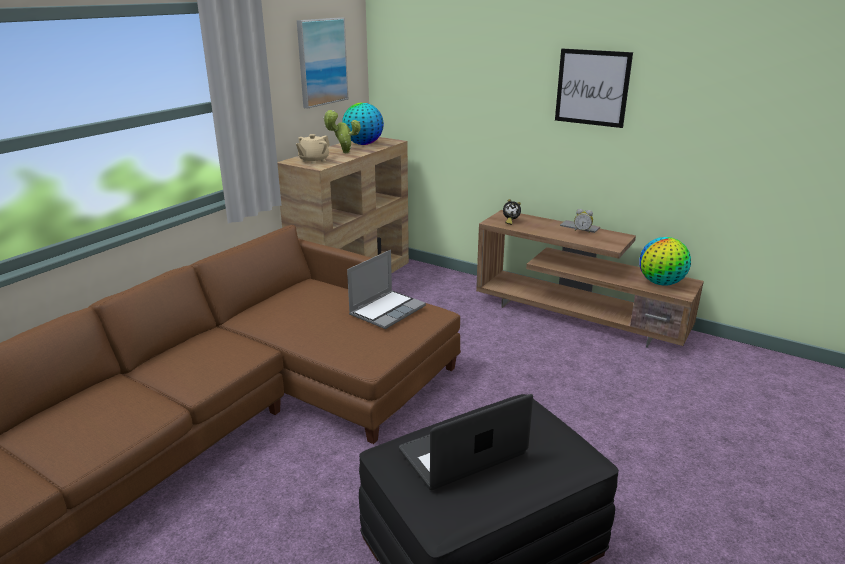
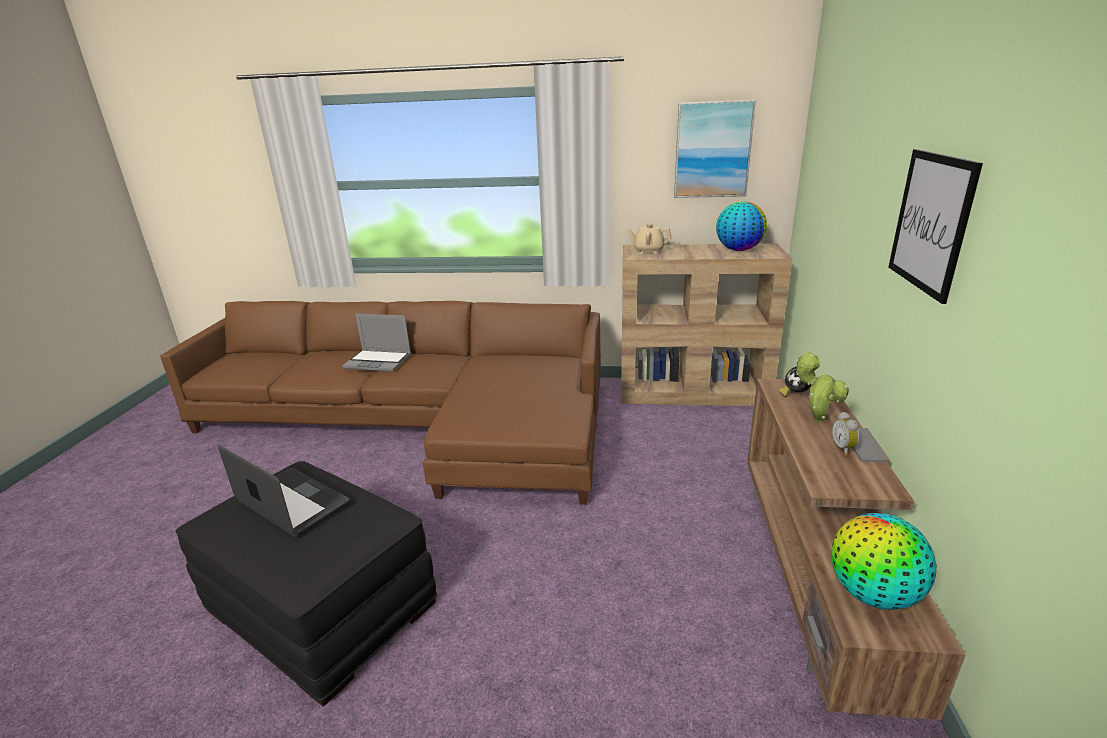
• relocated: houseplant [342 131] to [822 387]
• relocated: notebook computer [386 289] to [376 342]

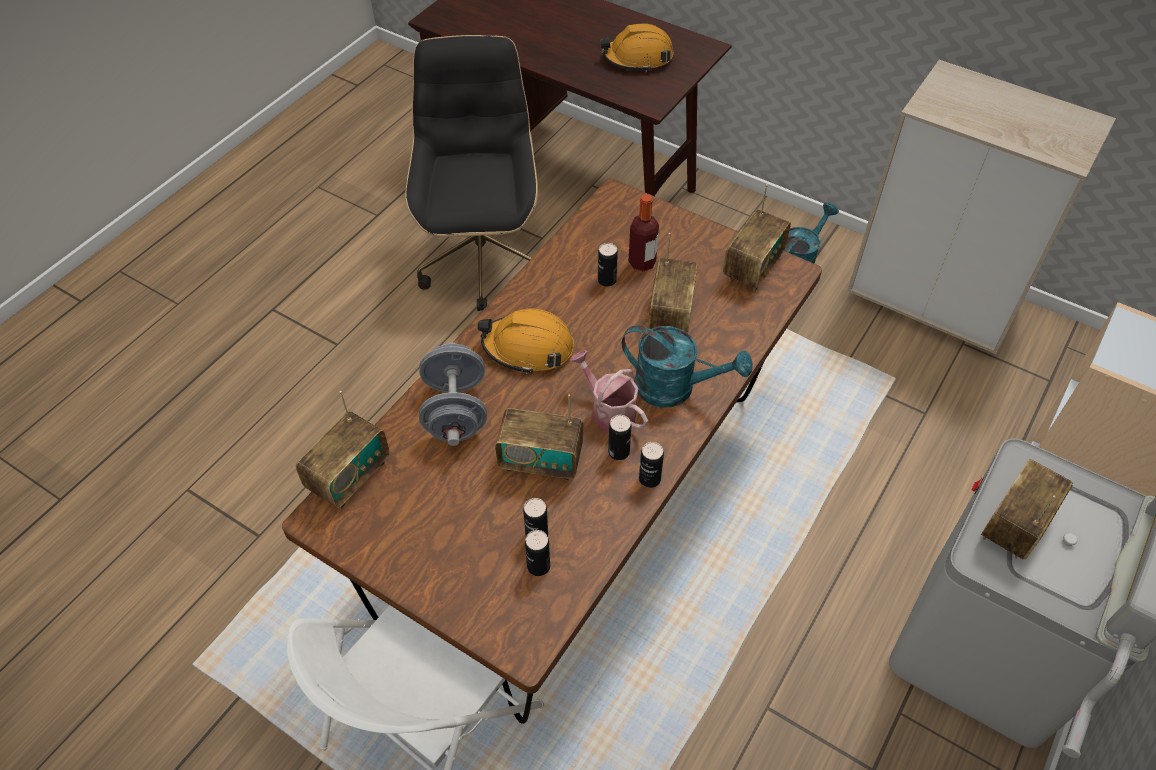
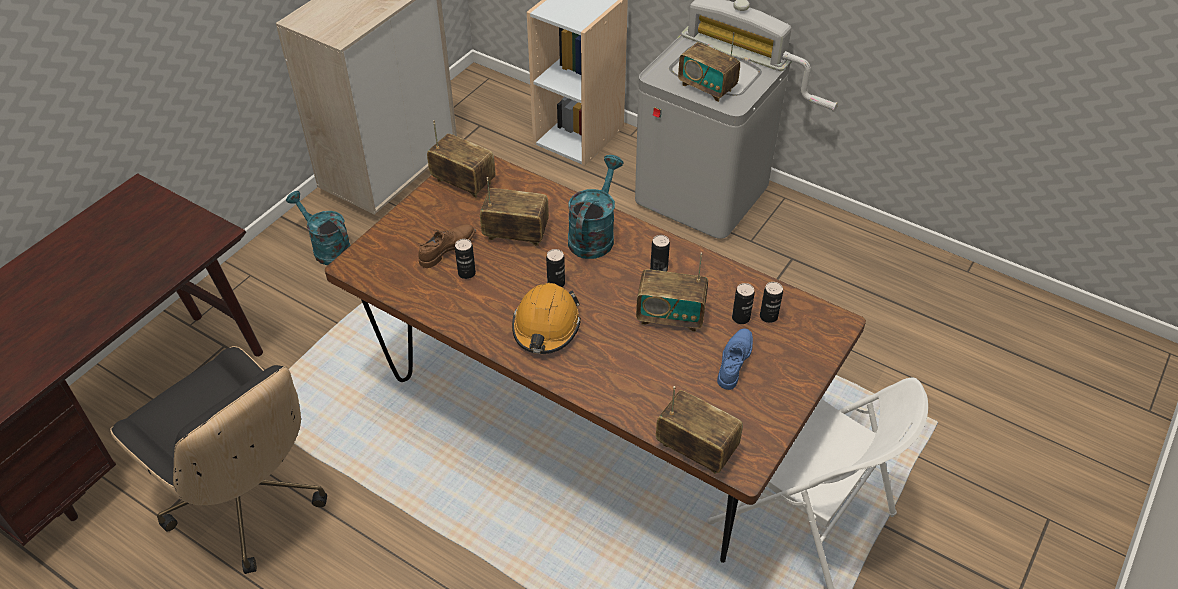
• missing: free weight (grey) [453 394]
• missing: watering pot [609 391]
• missing: safety helmet (orange-coloured) [636 47]
• appeared: low shoe (blue-coloured) [735 359]
• relocated: can [651 465] to [555 268]
• exchanged: drink bottle [643 233] to low shoe (brown) [447 246]
• spun: office chair (blackish) [471 173] = [218 460] 135 degrees counterclockwise
• spun: radio receiver [539 437] = [672 292] 90 degrees clockwise

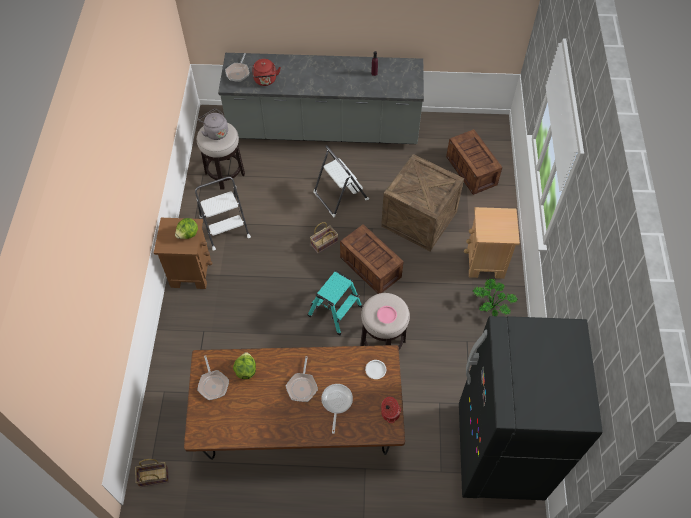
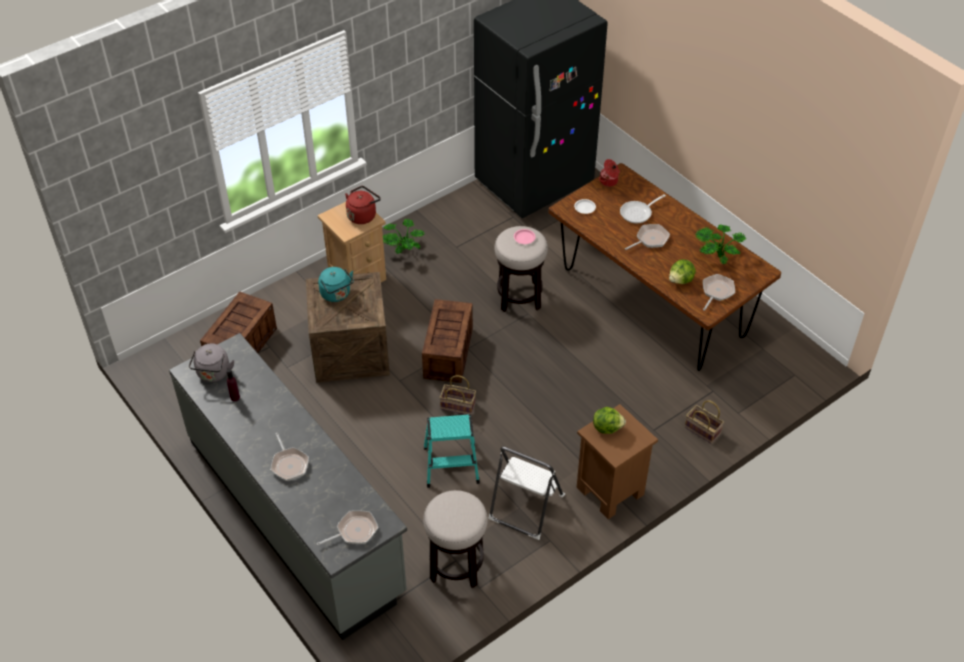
• missing: step stool (white-coloured) [341 181]
• appeared: pan [290 457]
• appeared: water kettle (blue-green) [336 284]
• appeared: houseplant [720 245]
• relocated: storage basket [152 473] to [704 422]
• relocated: water kettle (grey) [213 124] to [212 362]
• relocated: water kettle (red-coloured) [266 72] to [363 205]
• relocated: step stool (blue-green) [335 303] to [452 451]

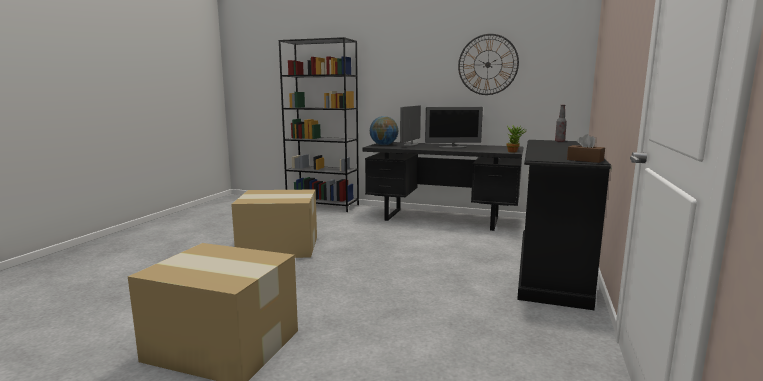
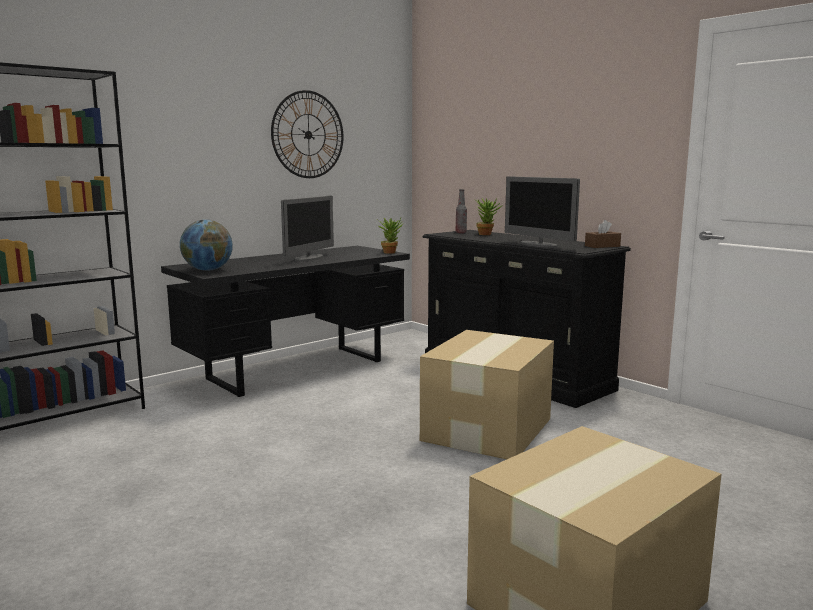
• appeared: houseplant [490 216]
• relocated: packing box [274 224] to [487 394]
• relocated: computer screen [410 126] to [542 212]

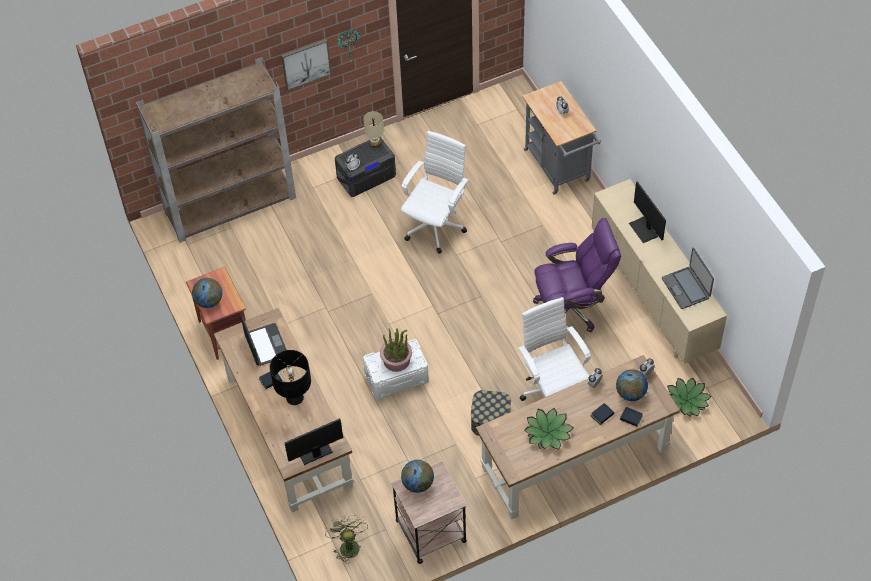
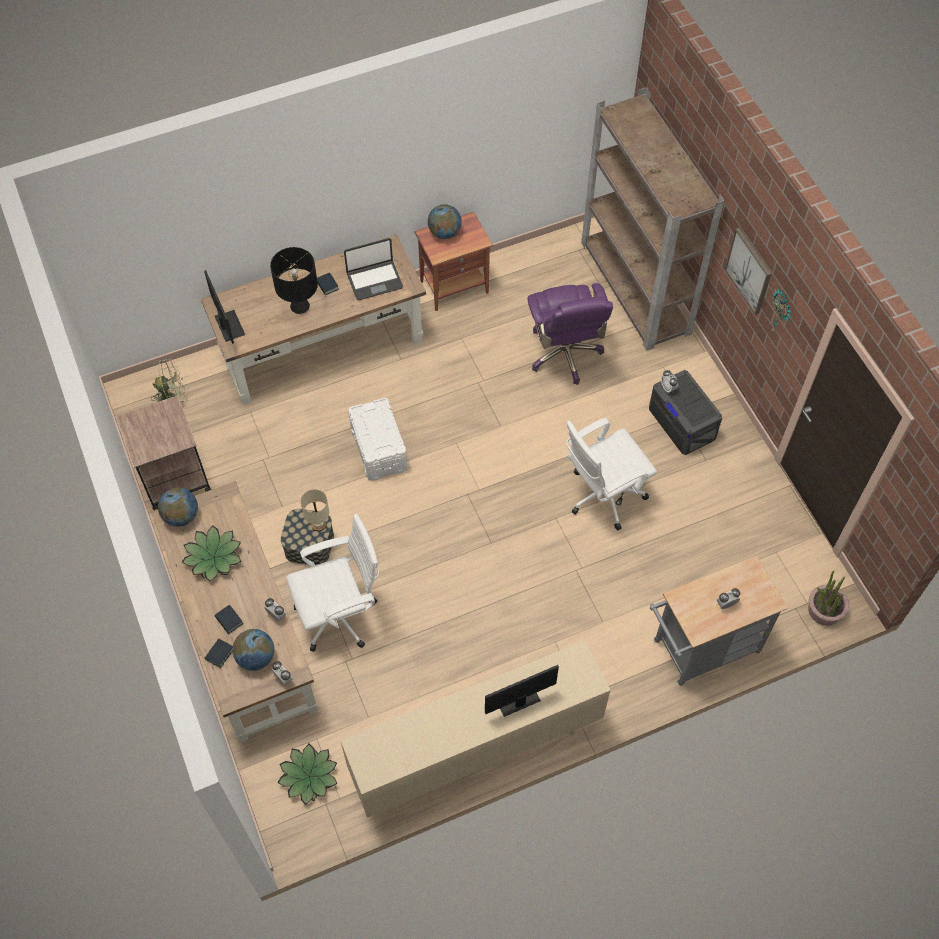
• missing: notebook computer [688 278]
• relocated: table lamp (sand-coloured) [373 129] to [315 510]
• relocated: houseplant [396 350] to [828 598]
• relocated: desk globe [417 476] to [178 507]
• relocated: office chair (purple-coloured) [577 275] to [570 334]
• spun: office chair (white-coloured) [435 192] = [611 474] 120 degrees clockwise

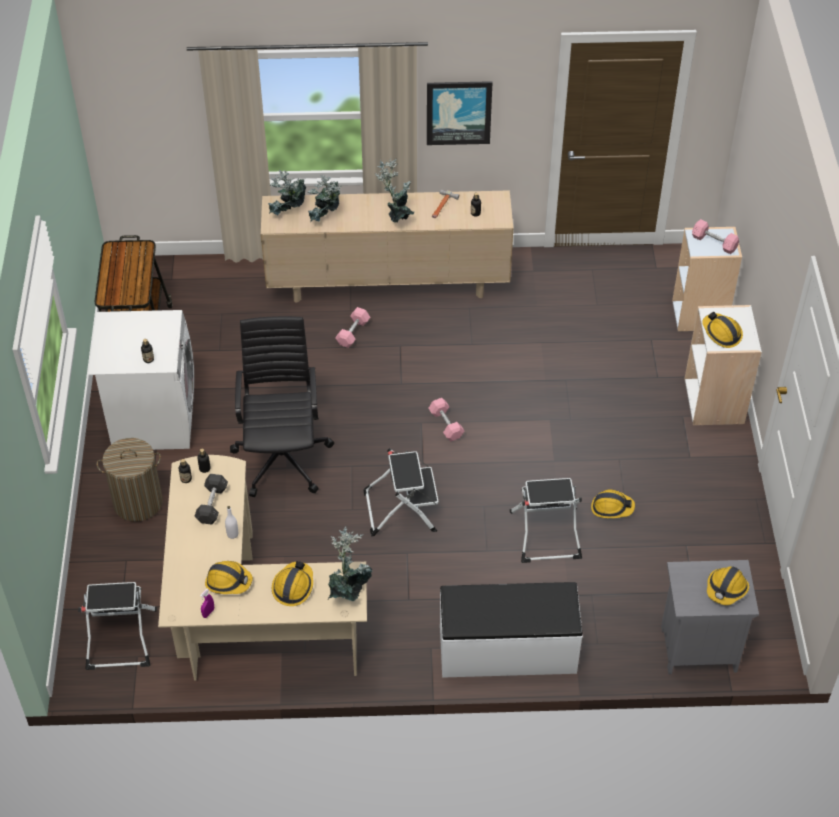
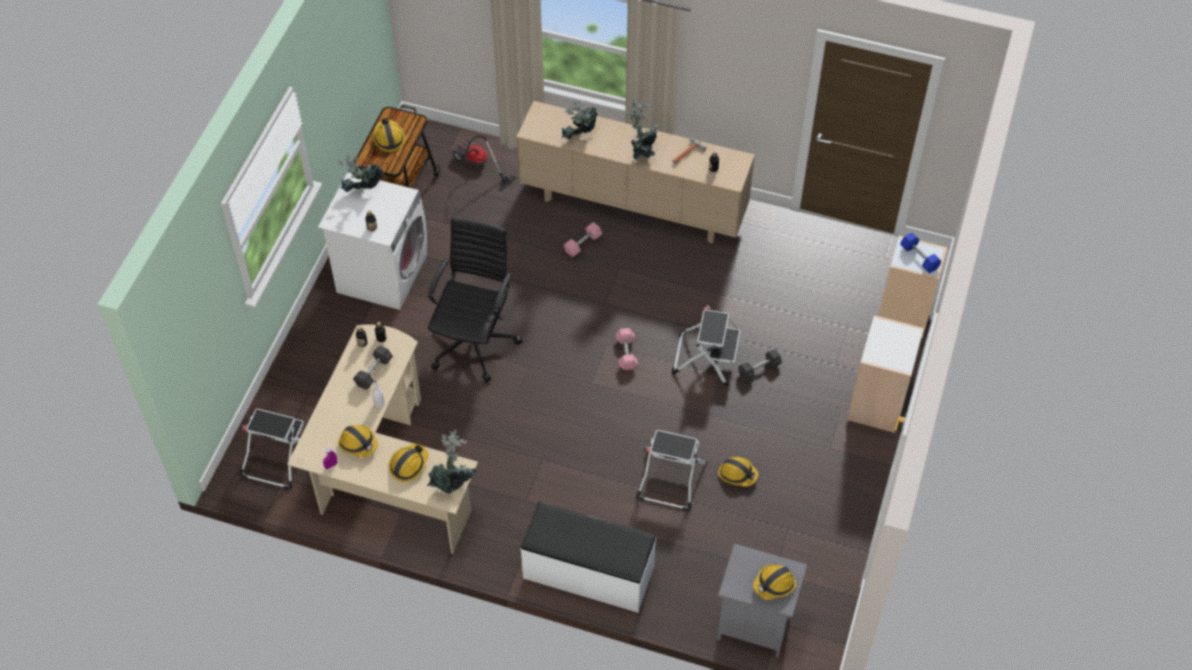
• missing: washing basket [130 479]
• missing: wall picture [459 113]
• appeared: hoover [484 163]
• appeared: free weight (grey) [760 365]
• relocated: houseplant [287 192] to [360 173]
• relocated: step stool [400 492] to [705 345]
• relocated: safety helmet [722 330] to [389 135]
• colour: free weight (pinkish) [715 236] to free weight (blue-coloured) [920 253]

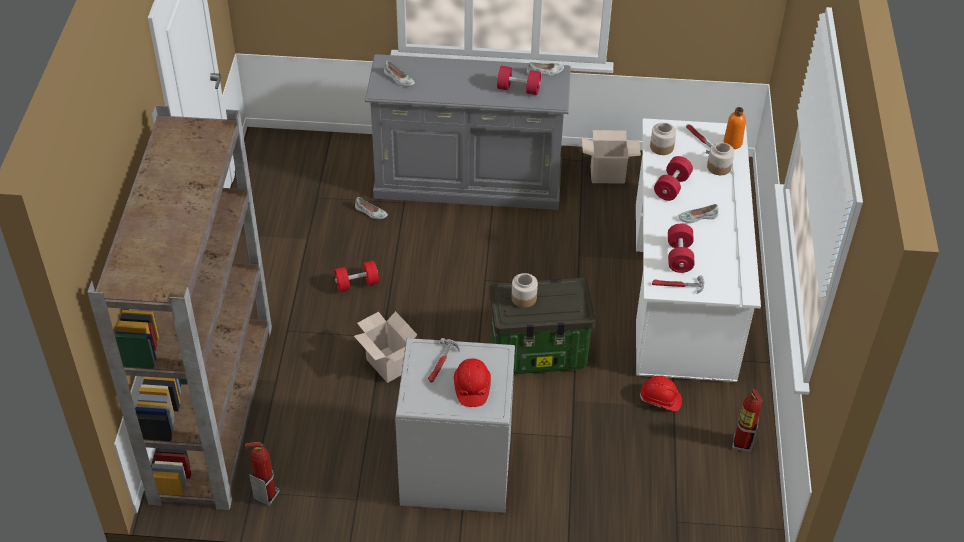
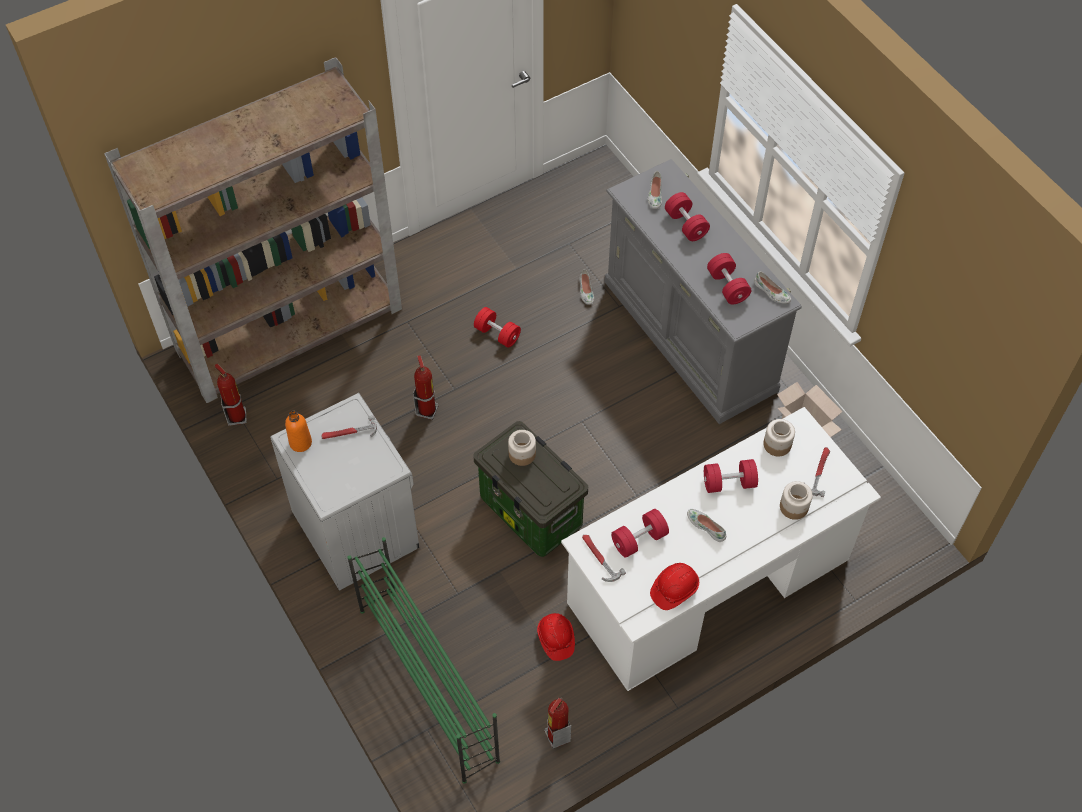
• appeared: shoe stand (green) [423 660]
• appeared: free weight (red-coloured) [687 216]
• relocated: safety helmet (red-coloured) [472 382] to [674 586]
• relocated: drink bottle (orange-coloured) [734 128] to [298 431]
• exchanged: packing box [385 347] to fire extinguisher [426 387]

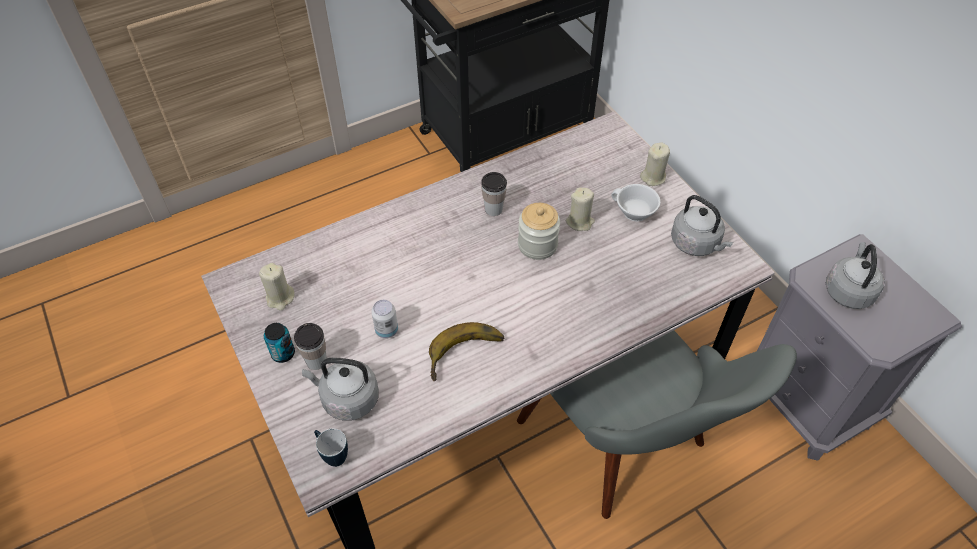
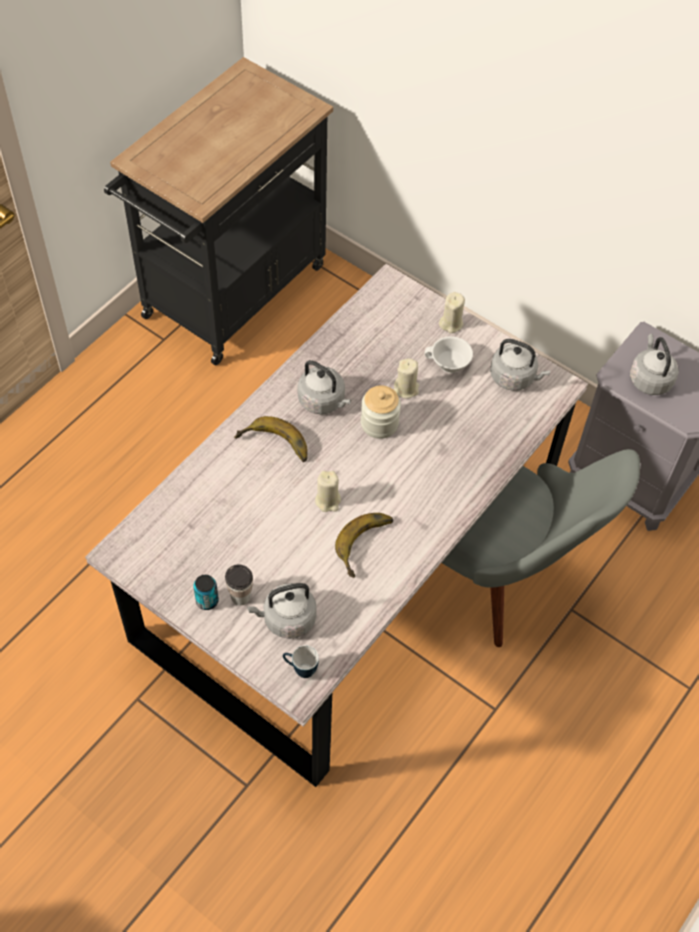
• missing: can [384 319]
• appeared: whole banana [271 439]
• relocated: candle (sand-coloured) [277 287] to [328 491]
• exchanged: cup [494 194] to water kettle (grey) [324 387]

